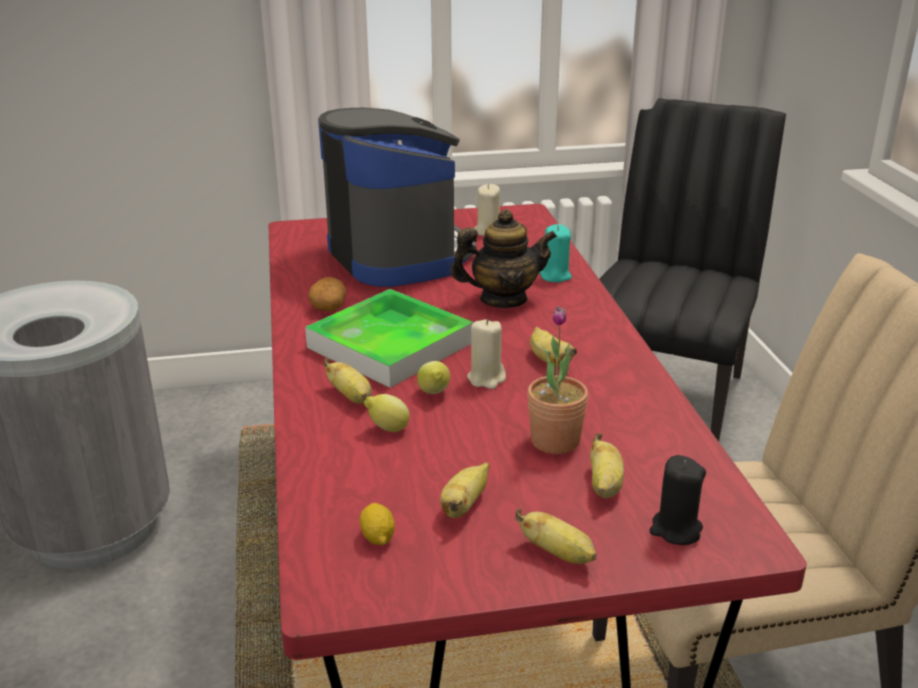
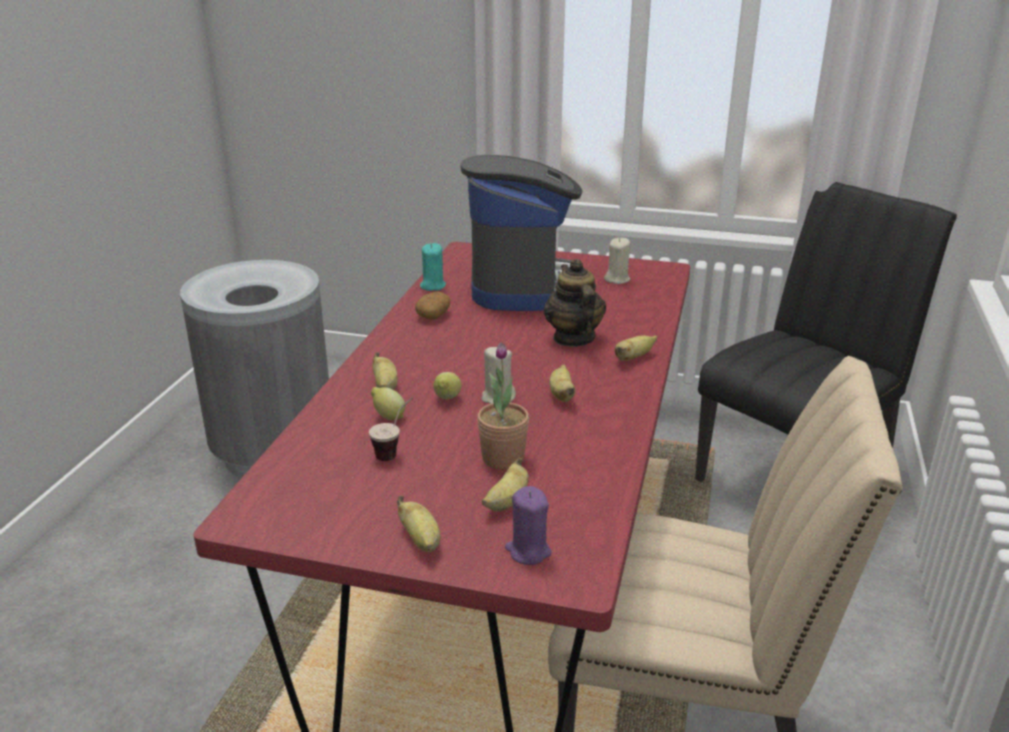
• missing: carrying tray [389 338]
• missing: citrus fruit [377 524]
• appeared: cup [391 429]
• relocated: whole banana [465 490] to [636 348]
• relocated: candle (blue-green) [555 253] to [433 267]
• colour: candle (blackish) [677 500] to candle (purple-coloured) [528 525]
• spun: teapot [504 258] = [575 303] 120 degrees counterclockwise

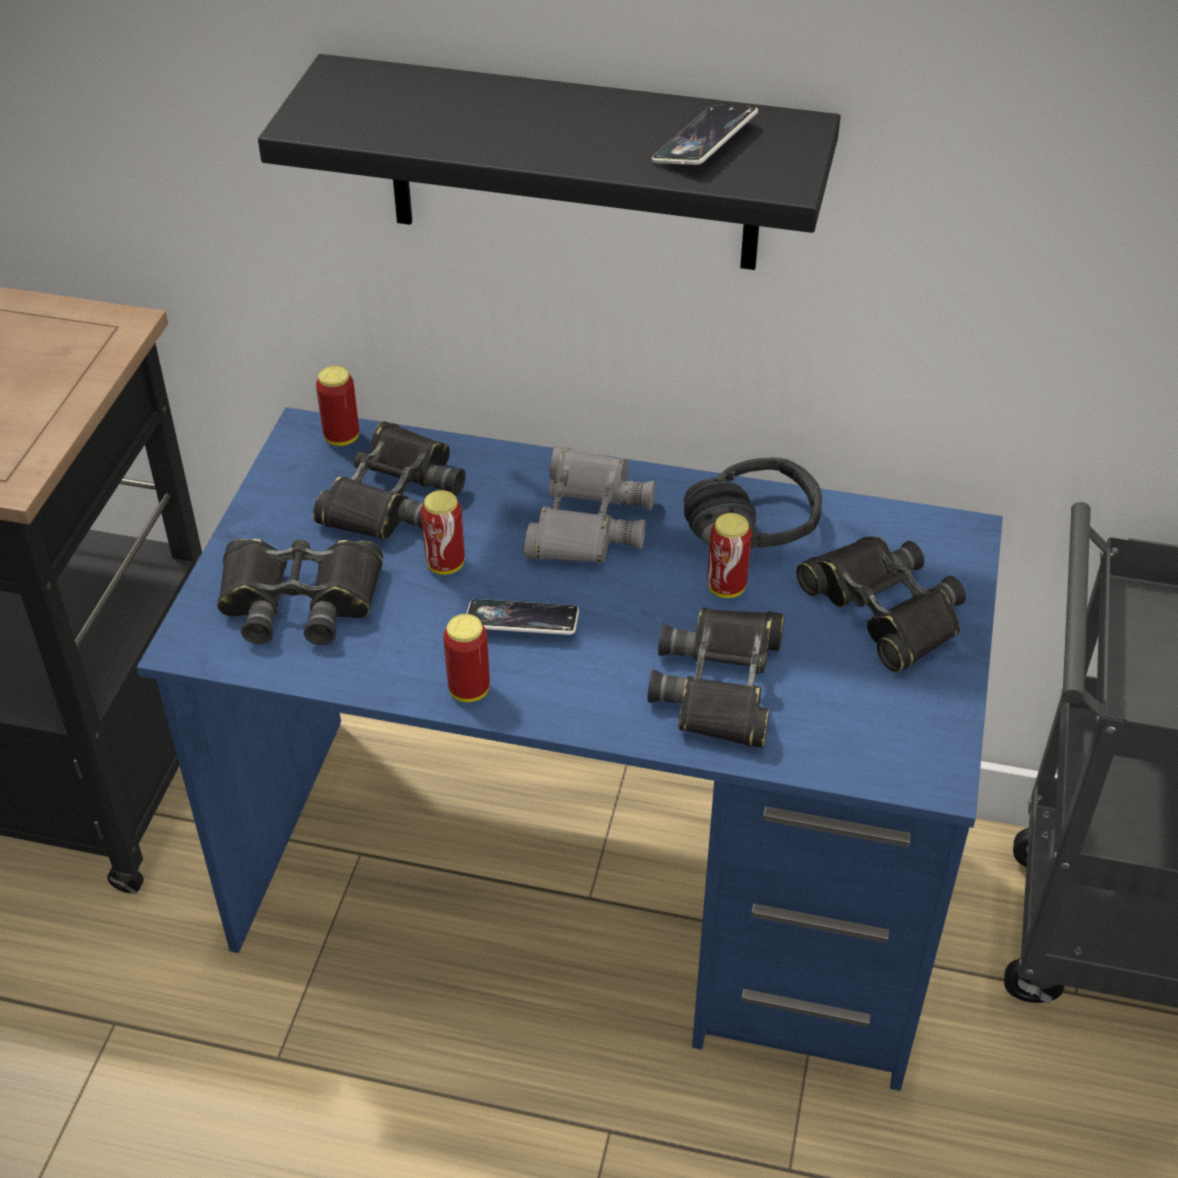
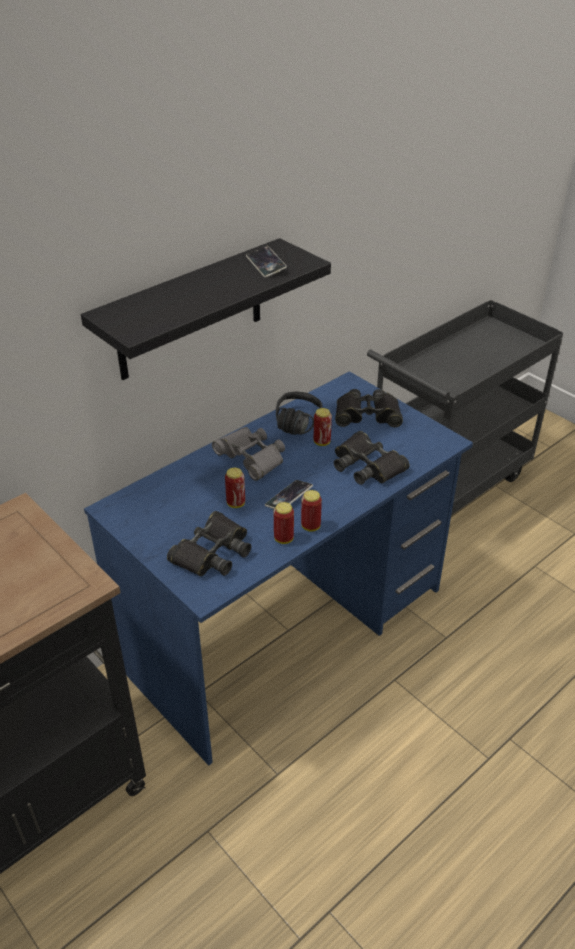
• missing: field glasses (blackish) [389 480]
• relocated: can [337 406] to [284 523]

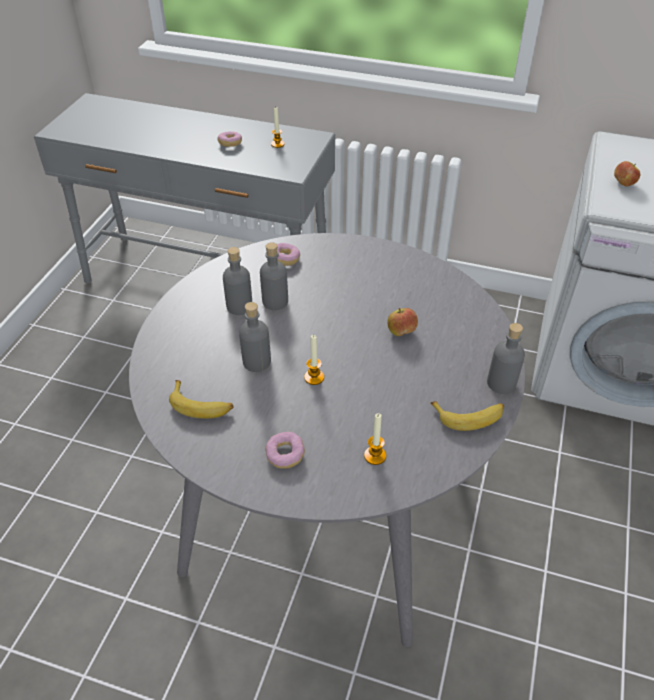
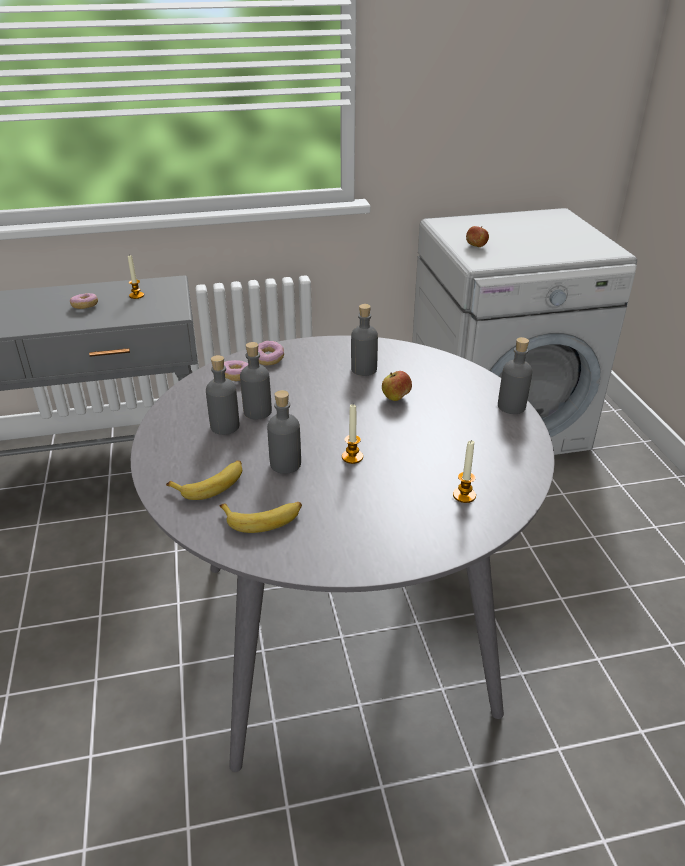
• appeared: drink bottle (grey) [364 340]
• relocated: ring doughnut [285 450] to [271 353]
• relocated: whole banana [467 416] to [204 480]

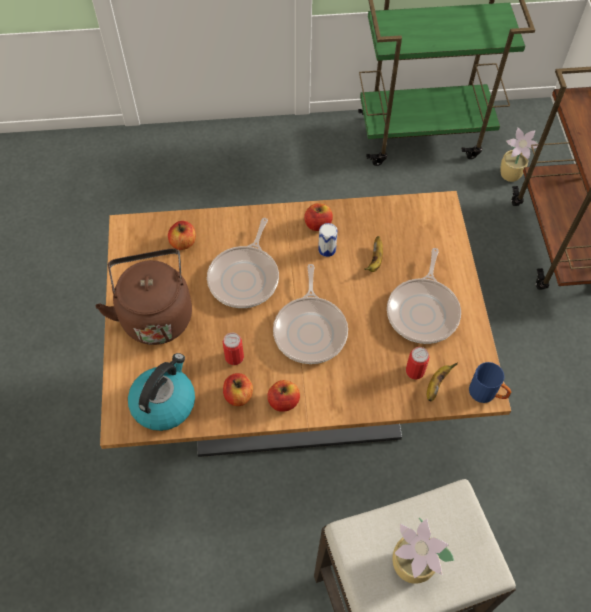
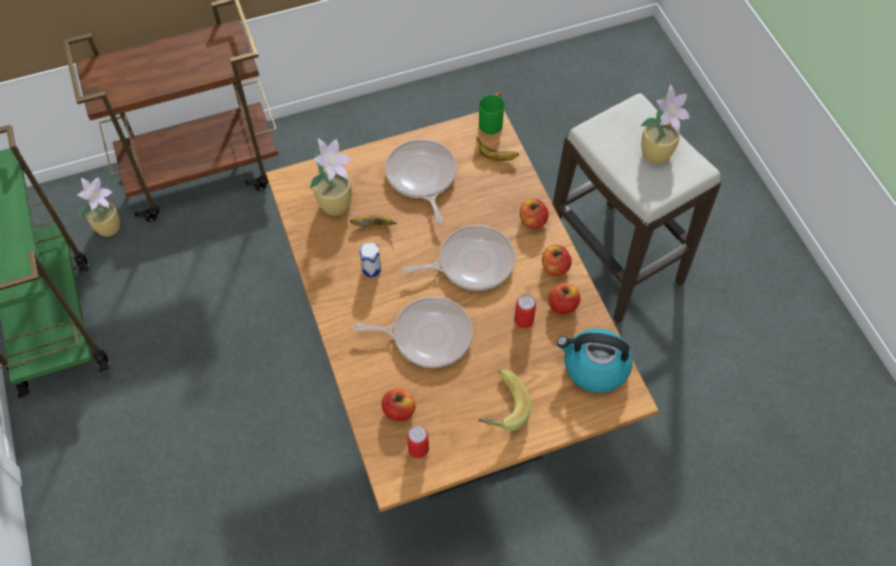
• appeared: houseplant [331 177]
• relocated: apple [318 217] to [534 214]
• relocated: can [417 363] to [418 442]
• exchanged: water kettle (brown) [143 296] to whole banana [504 400]
• colour: mug (blue-coloured) [490 382] to mug (green) [491 114]
• spun: pan [424 296] = [420 181] 105 degrees counterclockwise

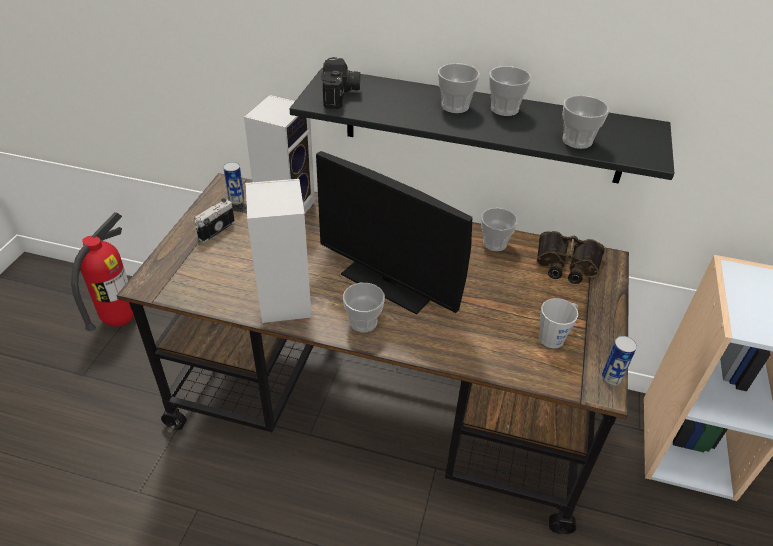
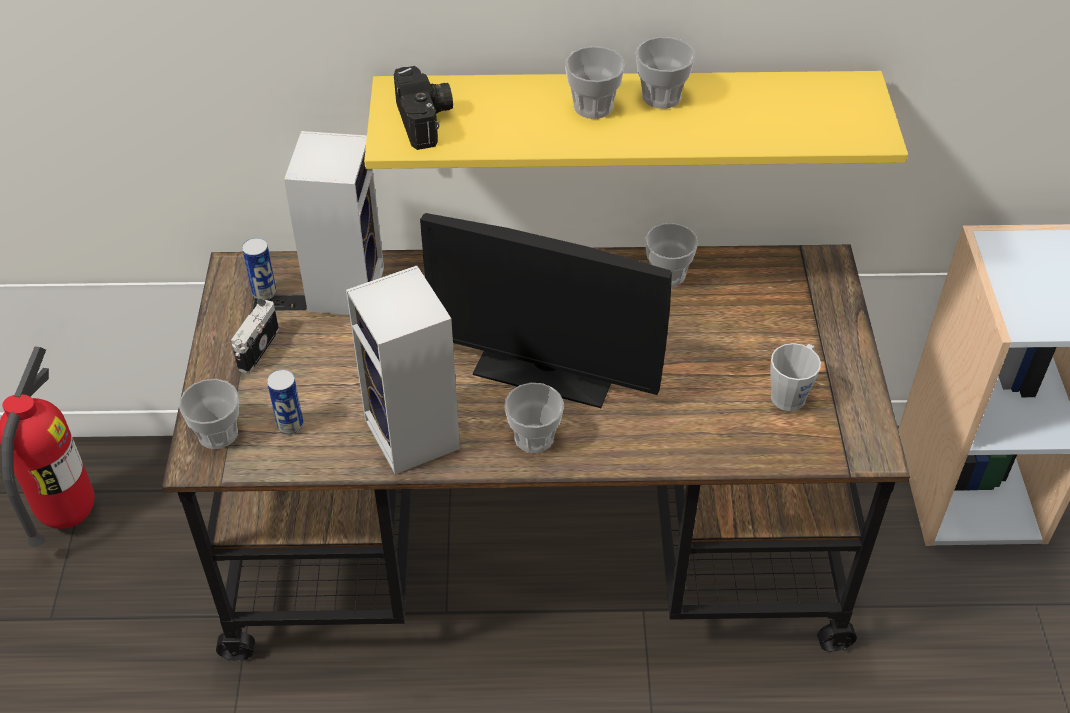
• missing: field glasses [571 257]
• relocated: cup [586 122] to [209 414]
• relocated: can [619 361] to [285 402]
• colour: bracket shelf (blackish) [482 126] to bracket shelf (yellowish) [636 120]

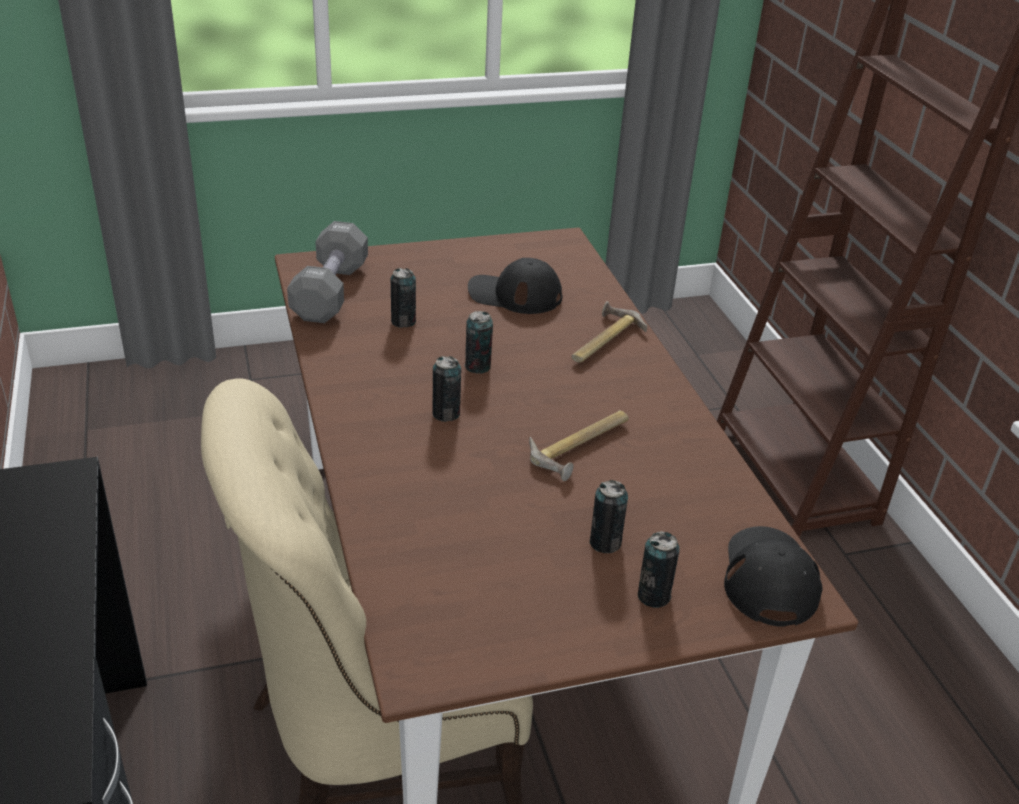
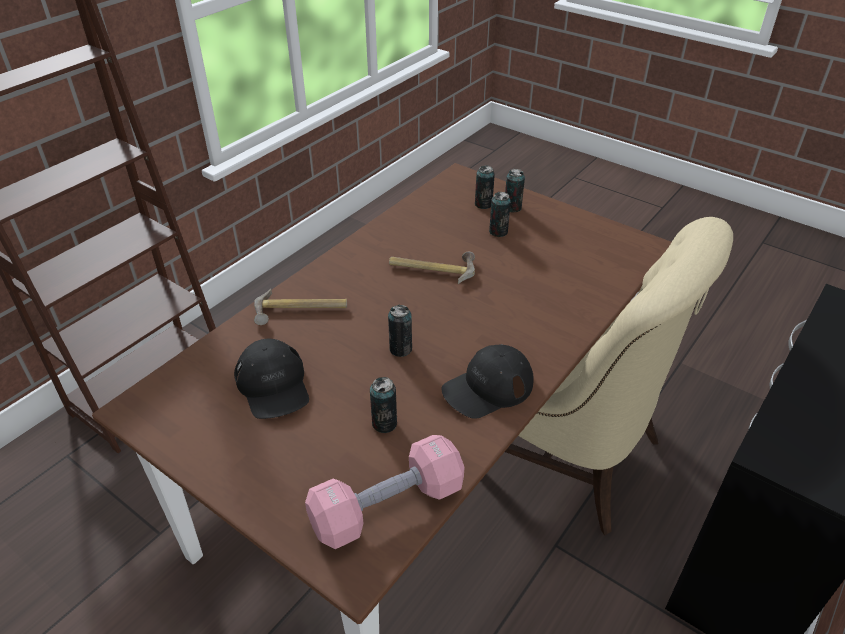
• relocated: can [446 389] to [485 187]
• relocated: cap (blackish) [773 576] to [488 381]
• colour: free weight (grey) [327 272] to free weight (pinkish) [384 492]

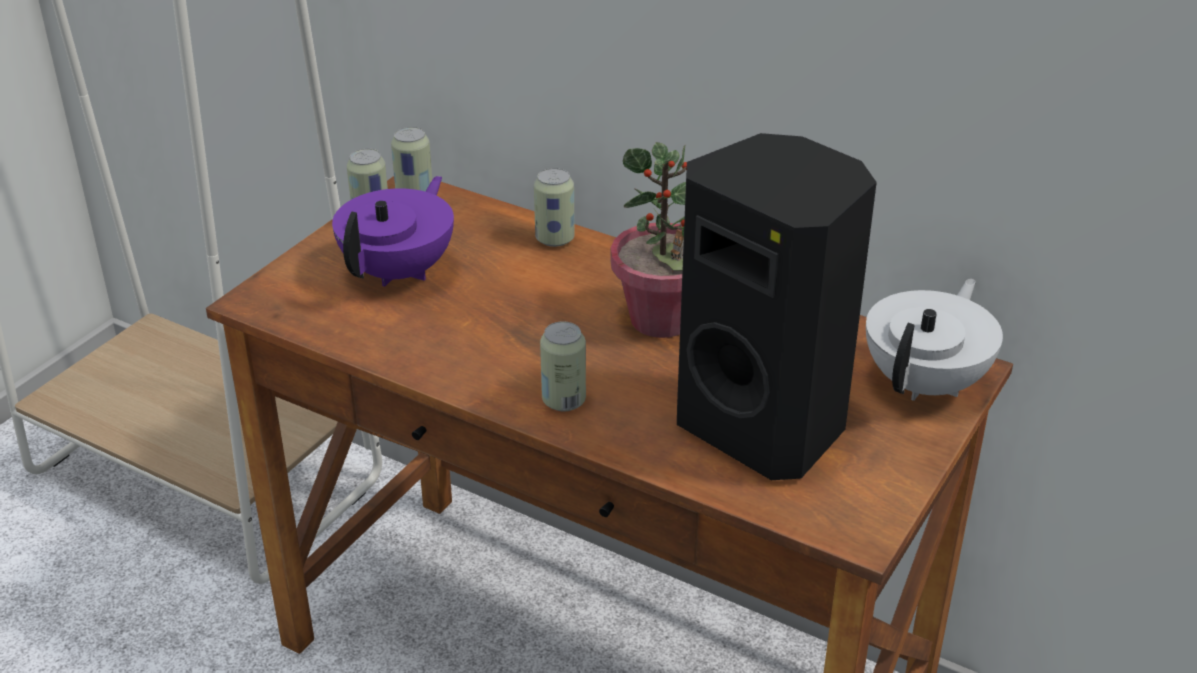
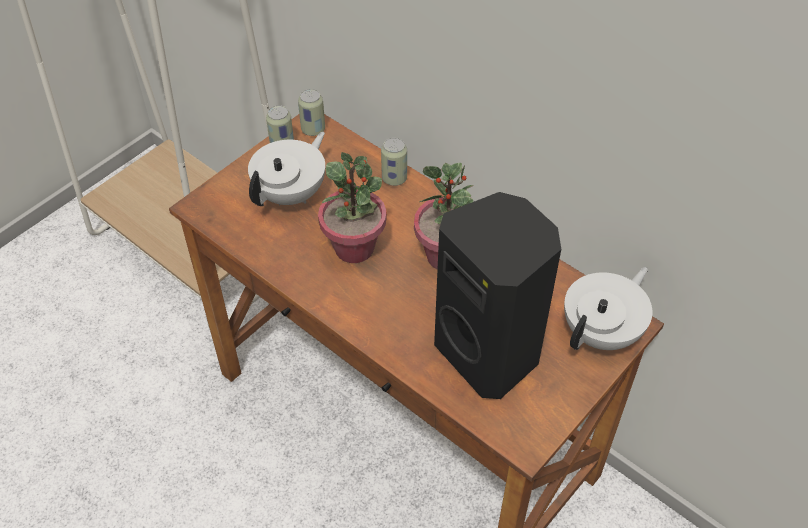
• missing: can [563 366]
• appeared: houseplant [352 207]
• colour: teapot (purple-coloured) [393 231] to teapot (white-coloured) [286 169]

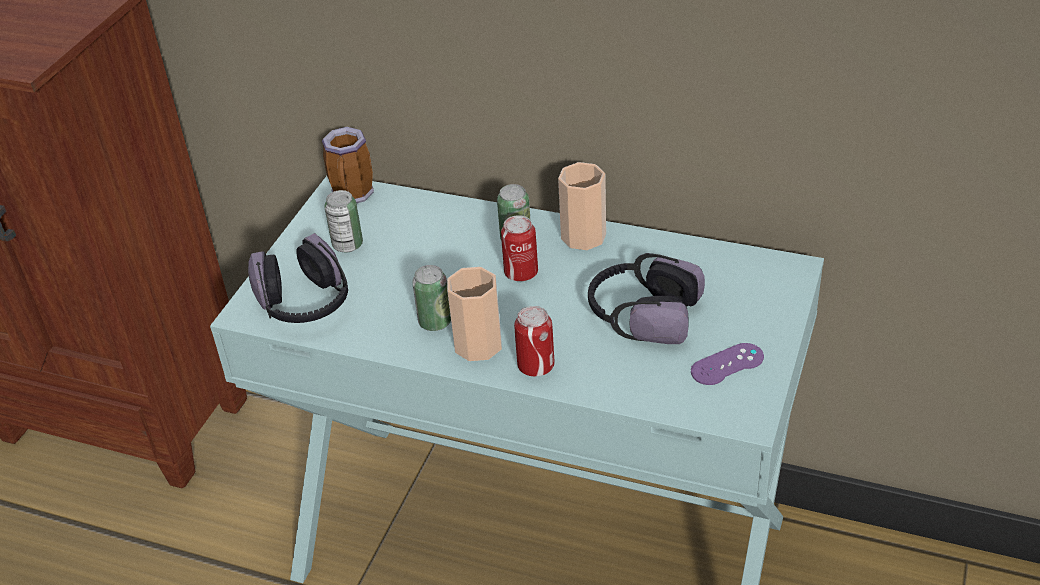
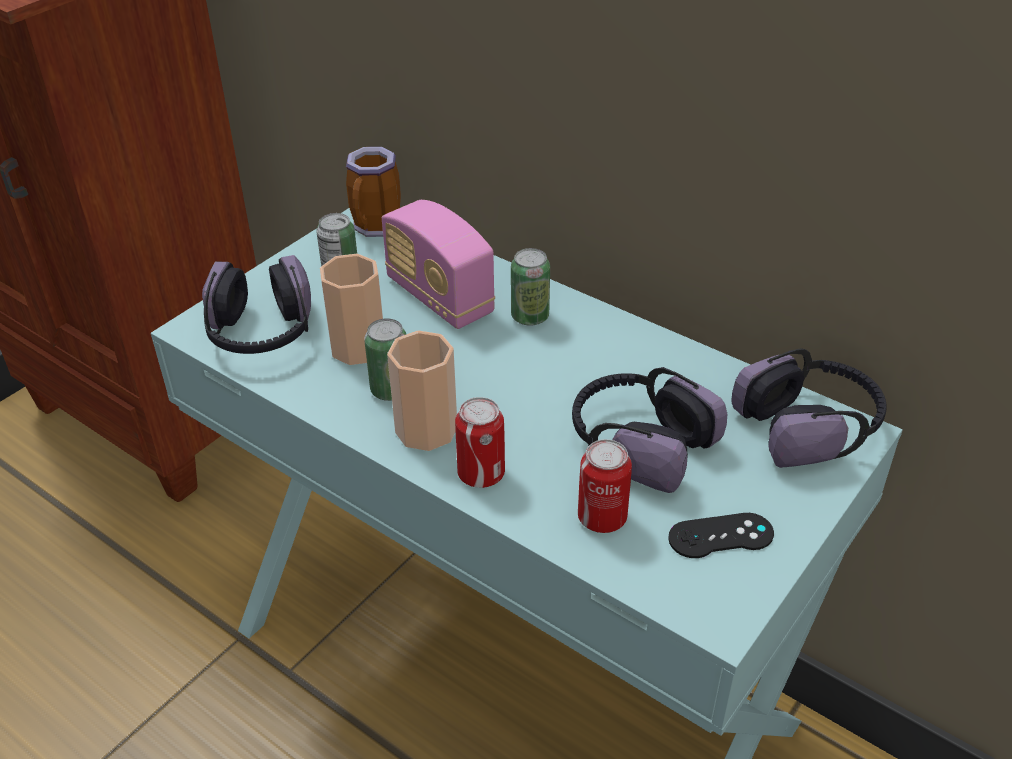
• appeared: radio receiver [438 264]
• appeared: headphones [809 408]
• relocated: can [519 248] to [605 486]
• relocated: cup [582 206] to [351 309]
• colour: game controller (purple-coloured) [727 364] to game controller (blackish) [721 535]

